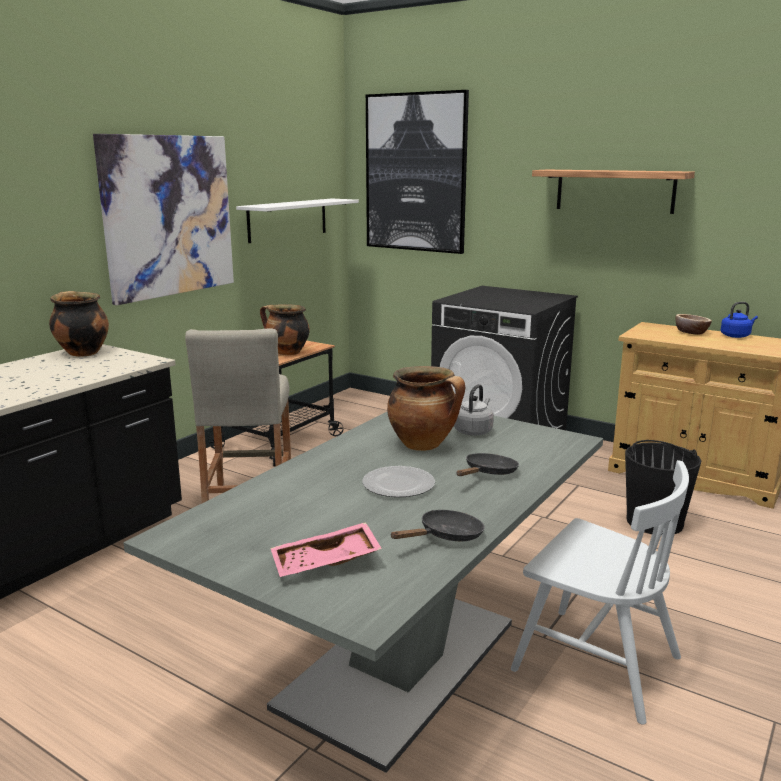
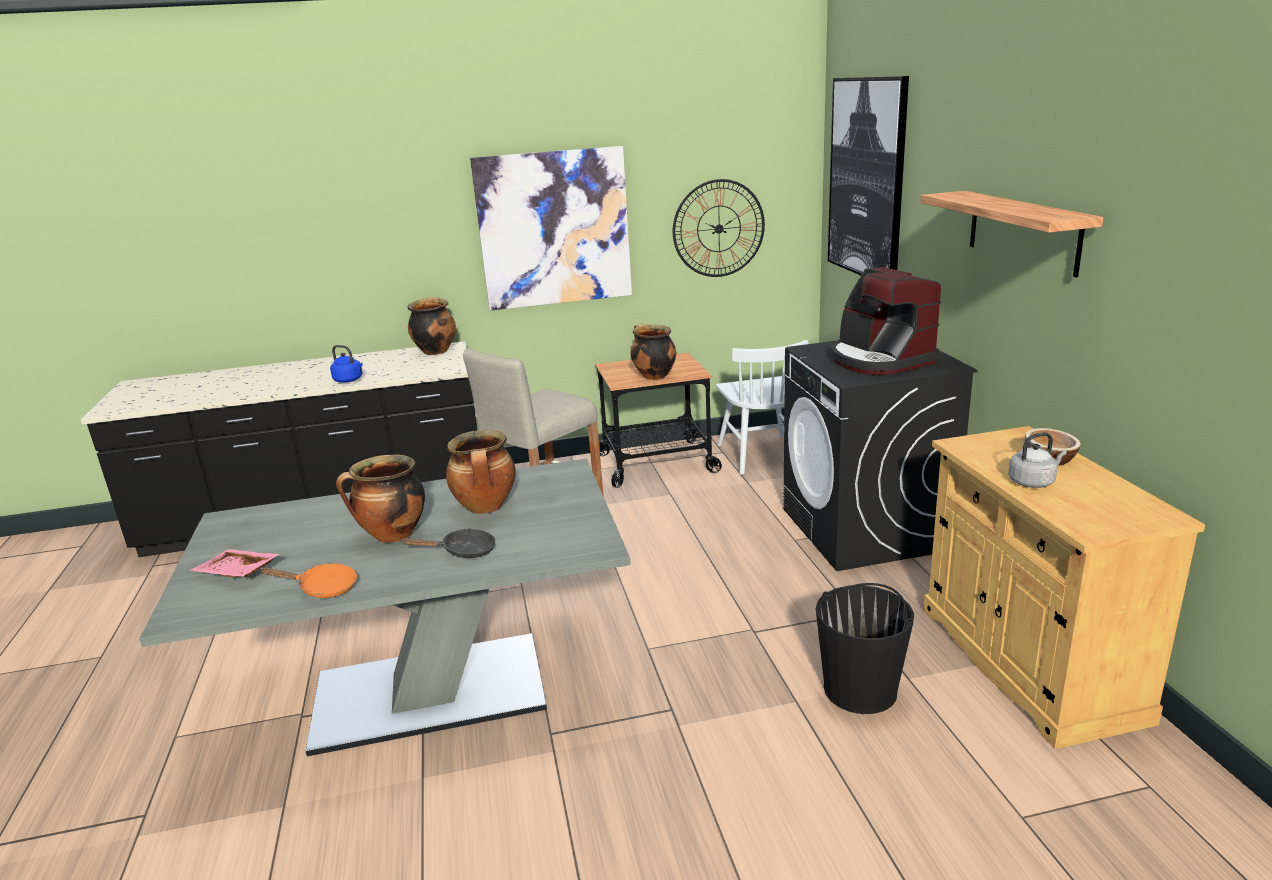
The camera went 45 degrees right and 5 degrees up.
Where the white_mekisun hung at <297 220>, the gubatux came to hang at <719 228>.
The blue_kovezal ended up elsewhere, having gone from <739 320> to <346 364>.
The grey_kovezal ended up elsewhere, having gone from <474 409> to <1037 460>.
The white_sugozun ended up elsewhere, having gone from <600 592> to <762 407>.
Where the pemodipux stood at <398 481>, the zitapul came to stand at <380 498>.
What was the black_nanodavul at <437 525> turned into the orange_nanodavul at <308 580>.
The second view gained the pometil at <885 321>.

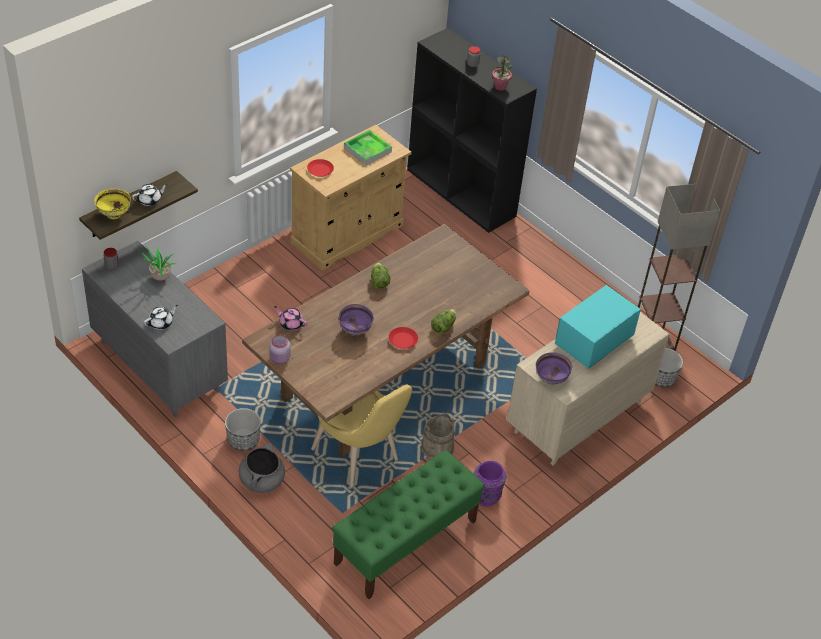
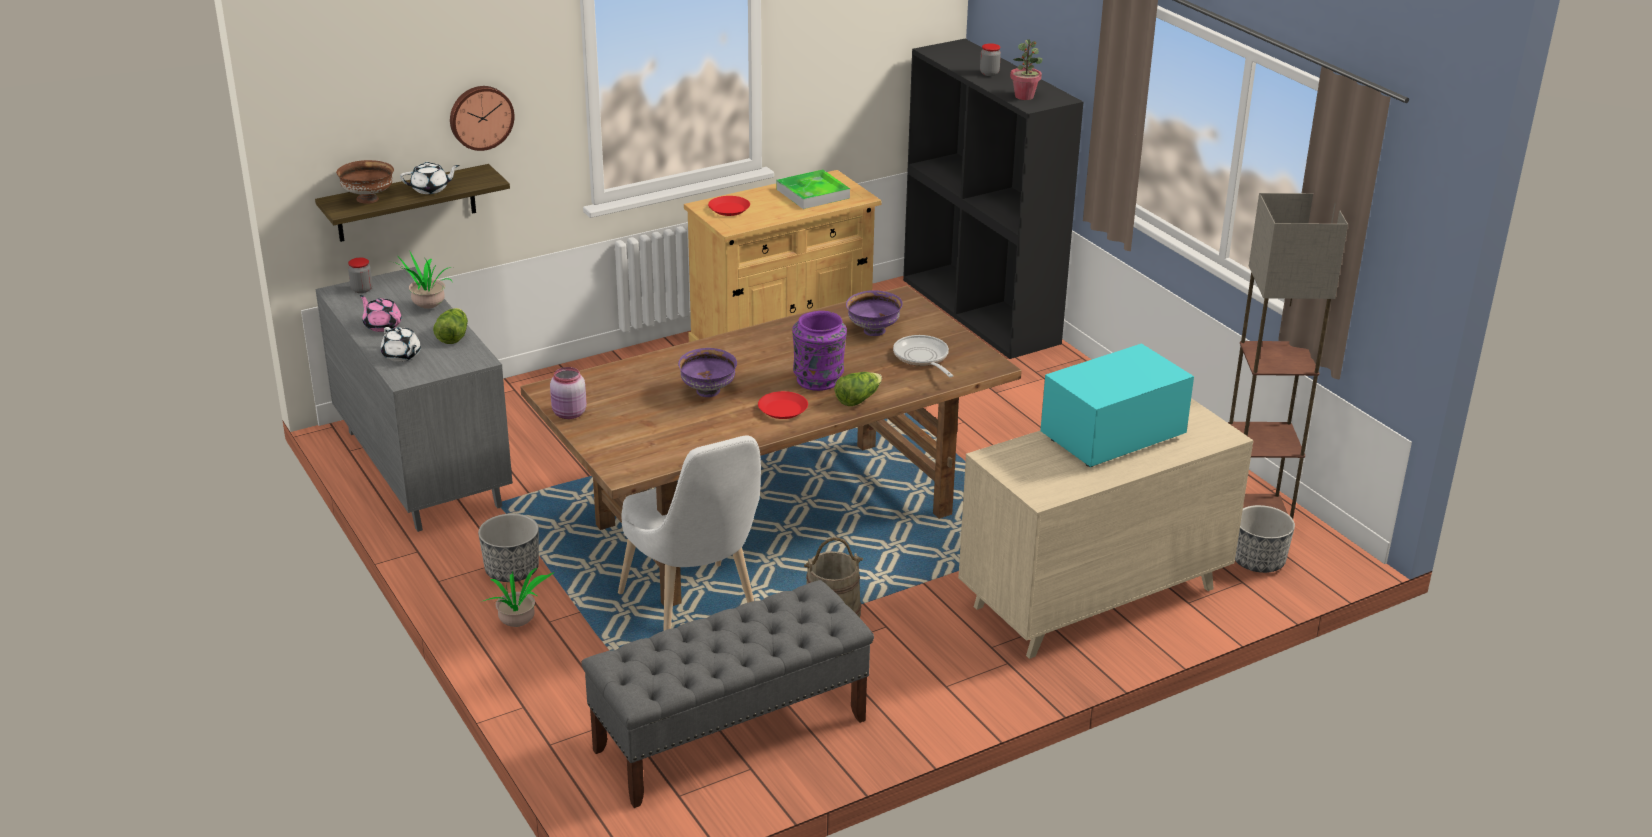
The camera went 15 degrees right and 15 degrees down.
What was the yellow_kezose at <112 203> turned into the brown_kezose at <365 182>.
The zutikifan ended up elsewhere, having gone from <380 276> to <450 326>.
The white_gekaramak at <161 317> ended up facing another way, 75 degrees clockwise from before.
The pink_gekaramak ended up elsewhere, having gone from <290 318> to <381 313>.
The purple_kezose ended up elsewhere, having gone from <554 368> to <874 313>.
What was the yellow_sugozun at <361 435> turned into the white_sugozun at <689 533>.
Where the grey_zitapul stood at <262 468>, the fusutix came to stand at <517 597>.
What was the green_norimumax at <408 524> turned into the grey_norimumax at <727 694>.
The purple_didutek ended up elsewhere, having gone from <490 483> to <819 351>.
The second view gained the gubatux at <482 118>.
The second view gained the nanodavul at <923 356>.

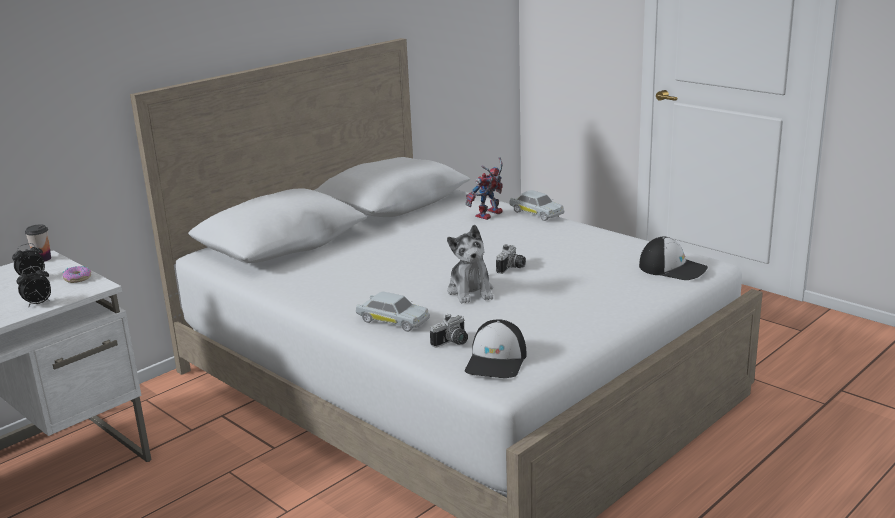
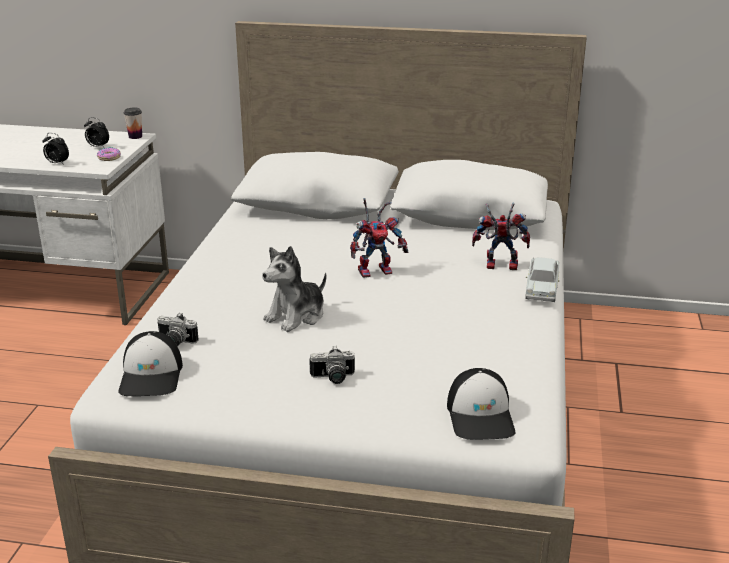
The camera went 55 degrees right and 5 degrees up.
The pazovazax ended up elsewhere, having gone from <511 259> to <332 365>.
The second view lost the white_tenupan at <393 311>.
The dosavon at <496 348> ended up facing another way, 75 degrees counterclockwise from before.
The second view gained the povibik at <379 238>.

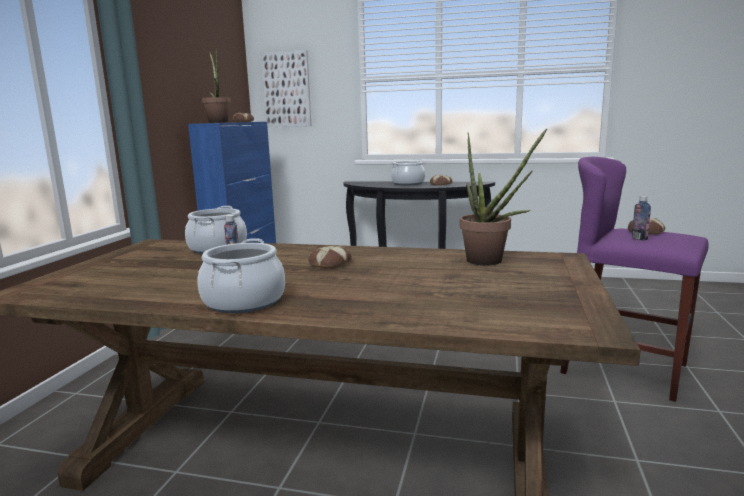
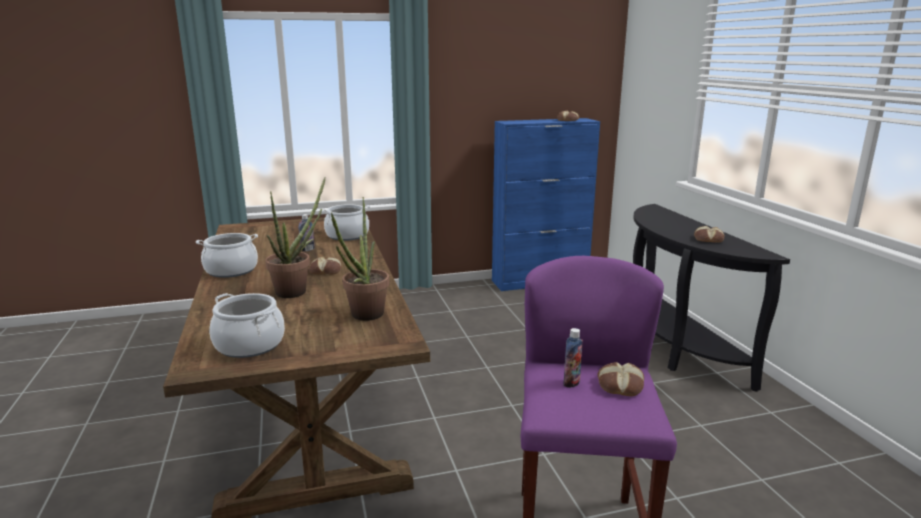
The camera went 60 degrees right and 5 degrees up.
The fusutix ended up elsewhere, having gone from <216 85> to <295 237>.
The second view lost the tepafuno at <286 88>.
The zitapul ended up elsewhere, having gone from <408 172> to <247 325>.

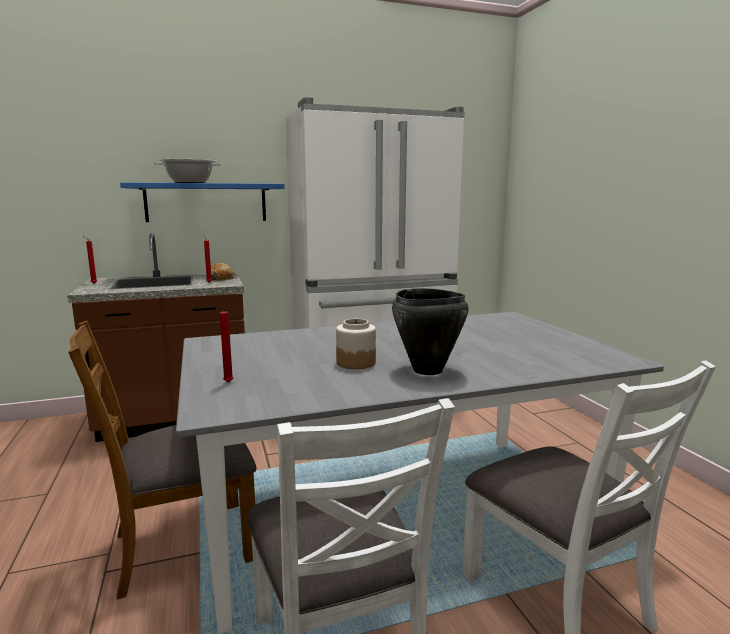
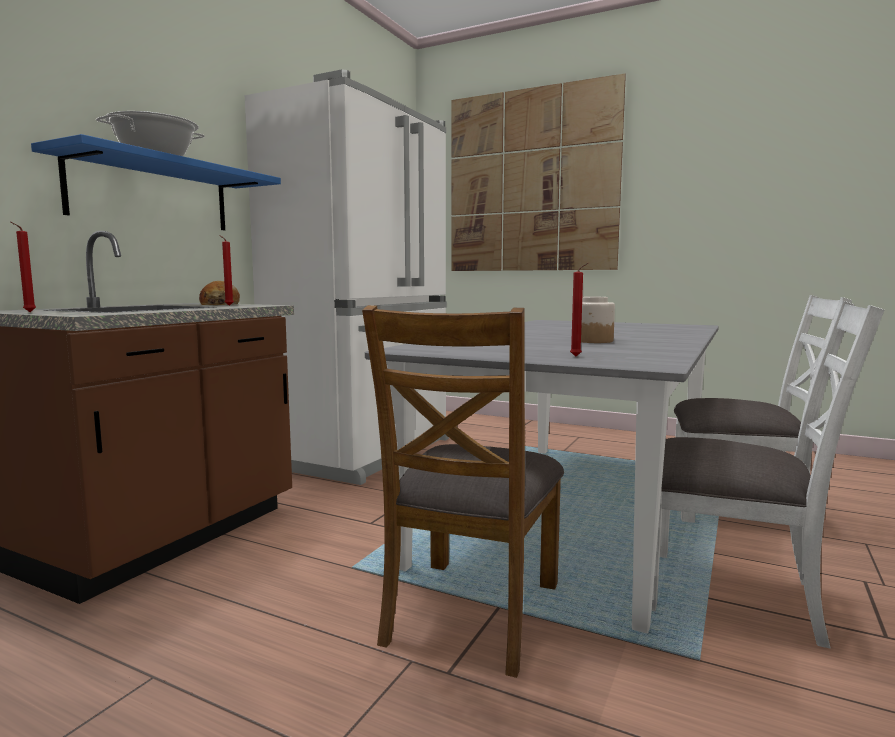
The camera went 45 degrees left and 5 degrees down.
The second view lost the black_zitapul at <430 331>.
The second view gained the tepafuno at <538 172>.

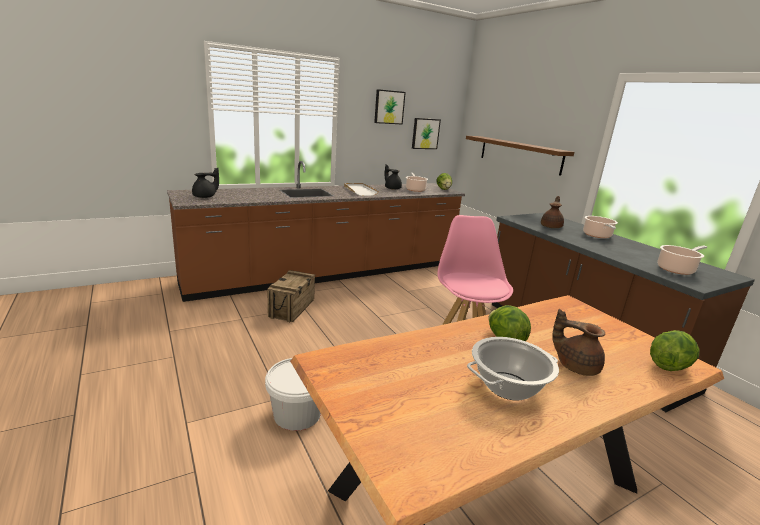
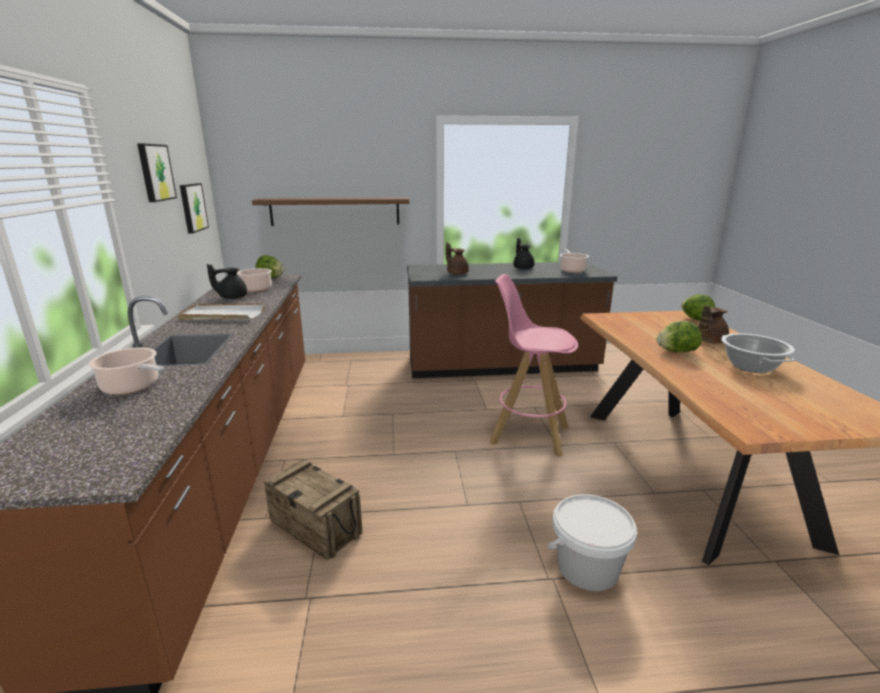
The camera went 65 degrees left and 0 degrees up.
The black_gekaramak ended up elsewhere, having gone from <205 182> to <523 253>.
The zitapul ended up elsewhere, having gone from <600 227> to <127 371>.

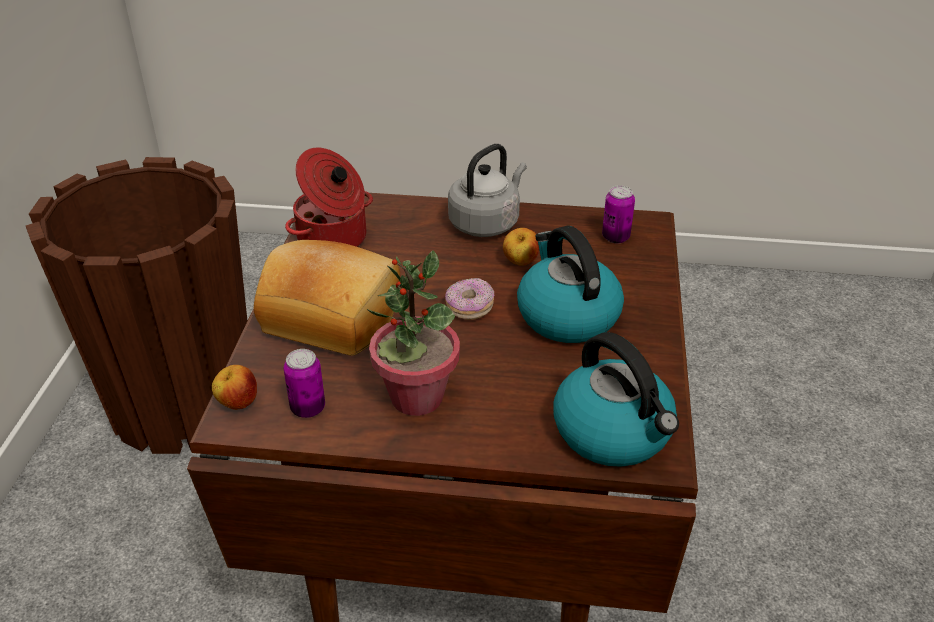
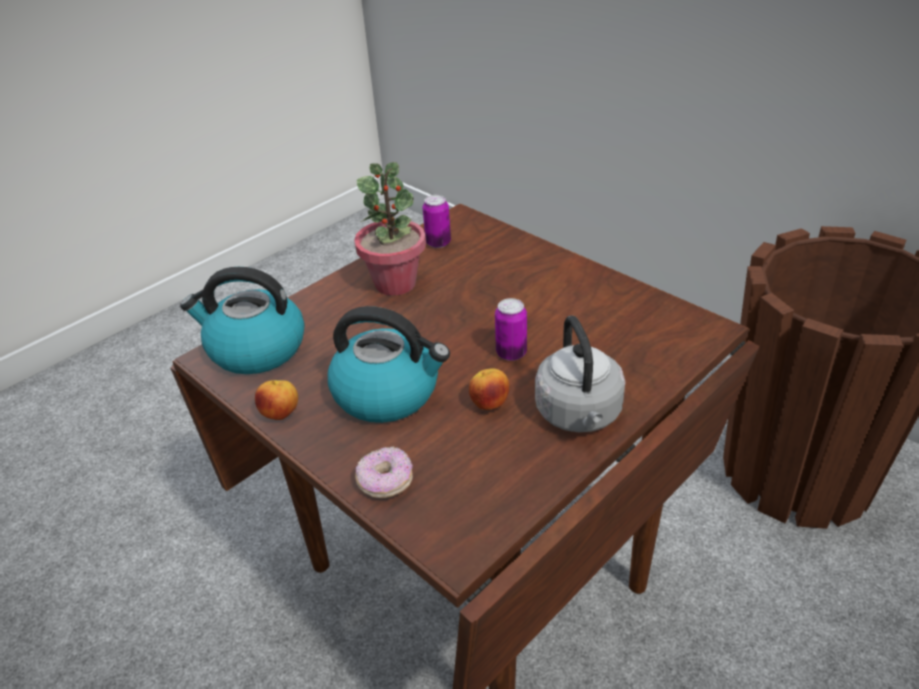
The camera went 130 degrees right and 0 degrees up.
The second view lost the zitapul at <329 197>.
The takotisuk ended up elsewhere, having gone from <618 214> to <511 329>.
The second view lost the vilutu at <327 298>.
The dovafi ended up elsewhere, having gone from <469 299> to <384 472>.
The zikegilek ended up elsewhere, having gone from <234 387> to <276 400>.

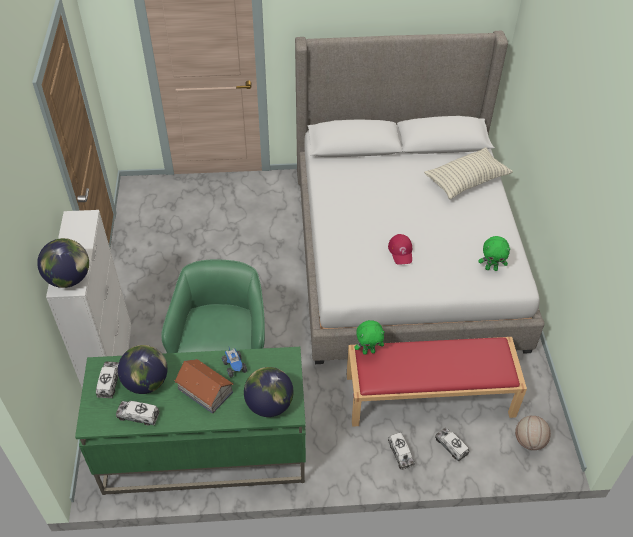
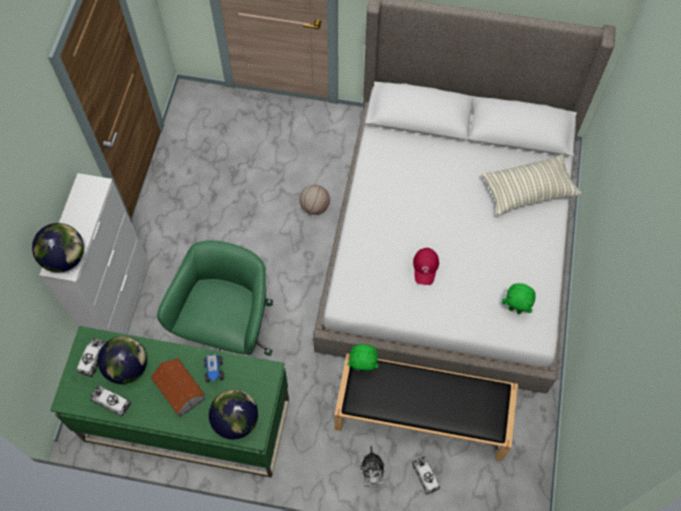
The camera went 15 degrees right and 15 degrees up.
What was the red_norimumax at <437 382> turned into the black_norimumax at <426 407>.
The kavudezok ended up elsewhere, having gone from <533 433> to <315 200>.
Where the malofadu stood at <401 451>, the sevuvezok came to stand at <372 466>.

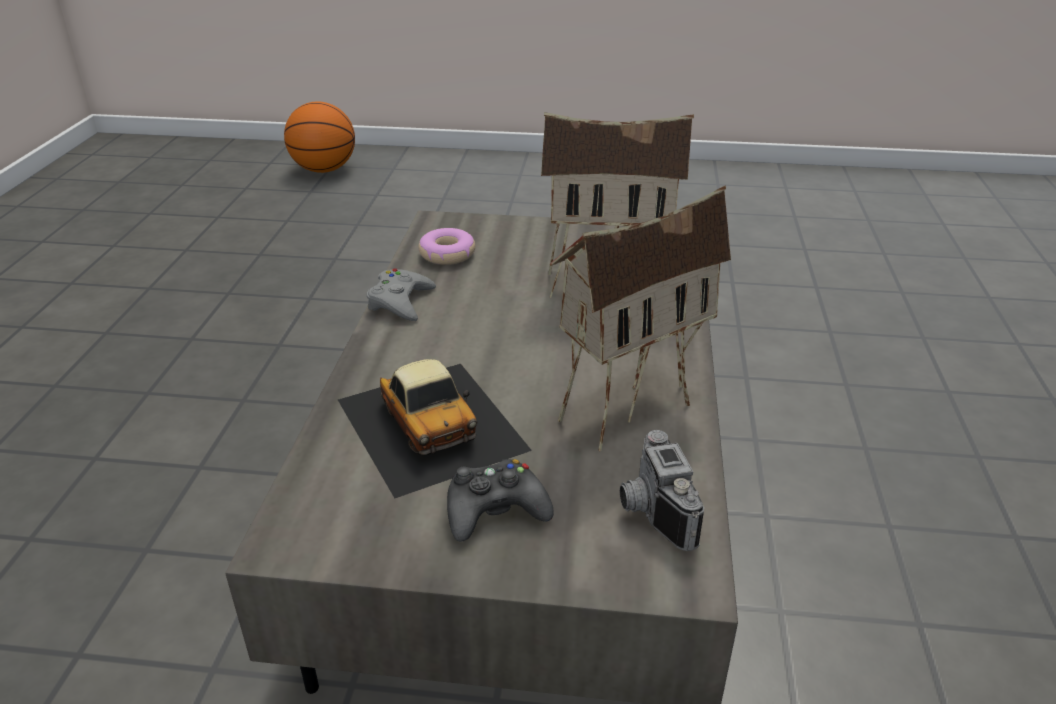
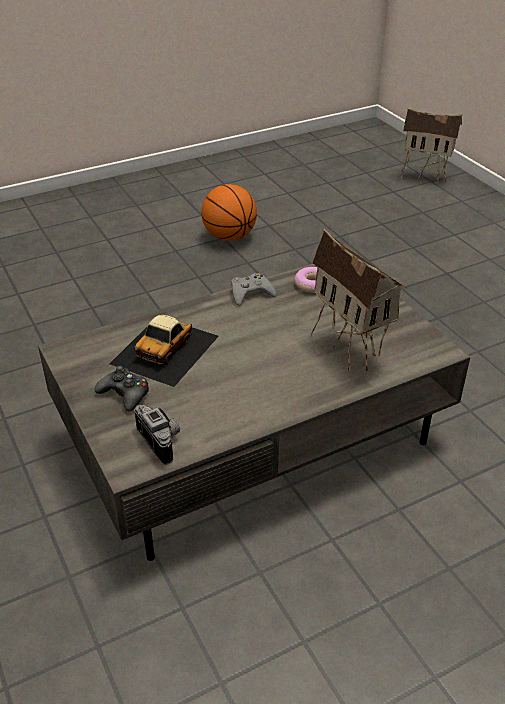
The camera went 55 degrees right and 5 degrees up.
The kavudezok ended up elsewhere, having gone from <319 137> to <229 212>.
The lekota ended up elsewhere, having gone from <640 318> to <432 146>.
The pazovazax at <662 490> ended up facing another way, 105 degrees clockwise from before.

